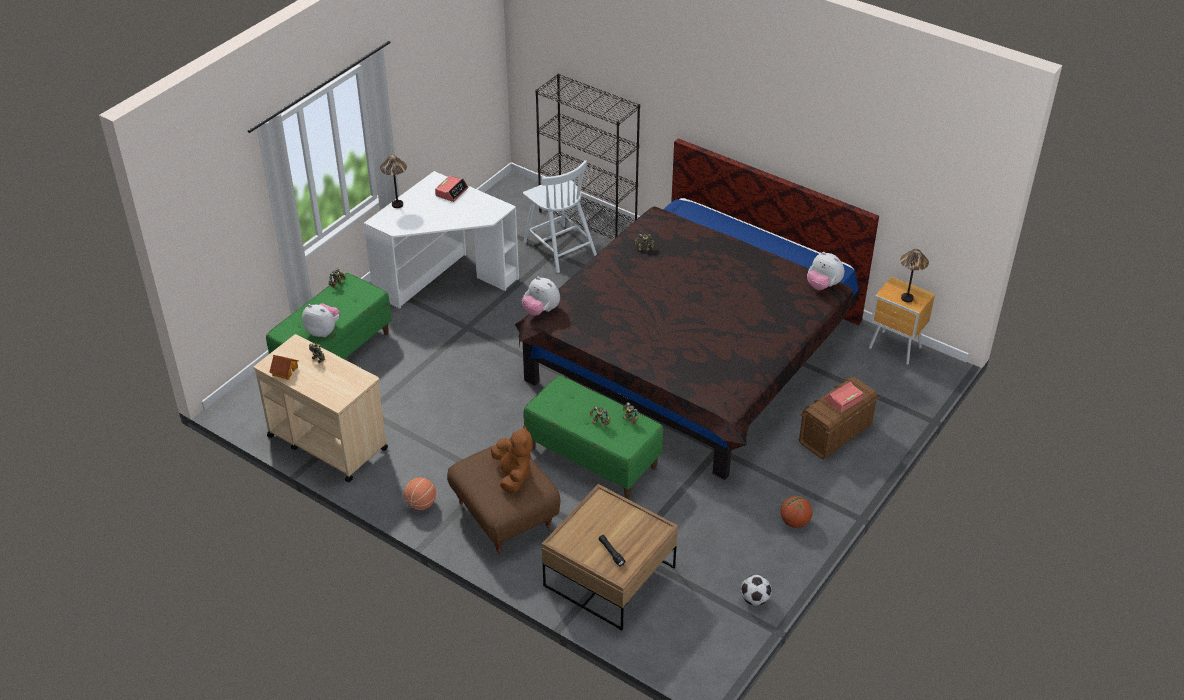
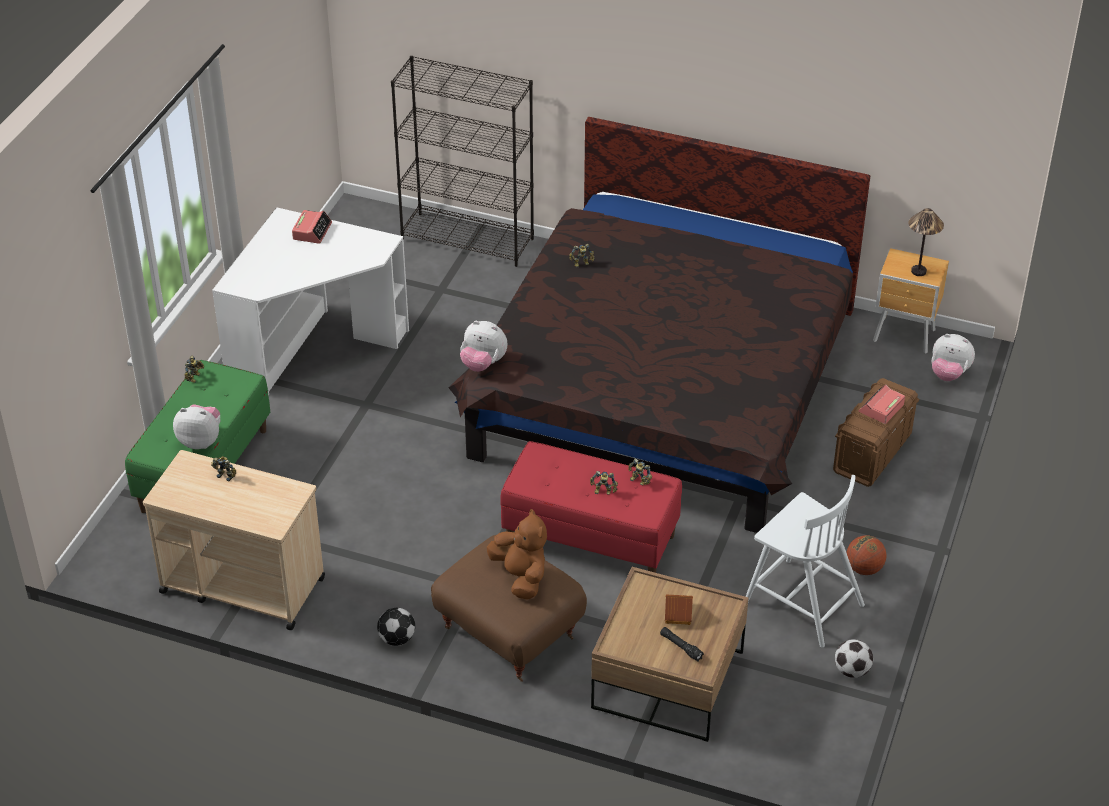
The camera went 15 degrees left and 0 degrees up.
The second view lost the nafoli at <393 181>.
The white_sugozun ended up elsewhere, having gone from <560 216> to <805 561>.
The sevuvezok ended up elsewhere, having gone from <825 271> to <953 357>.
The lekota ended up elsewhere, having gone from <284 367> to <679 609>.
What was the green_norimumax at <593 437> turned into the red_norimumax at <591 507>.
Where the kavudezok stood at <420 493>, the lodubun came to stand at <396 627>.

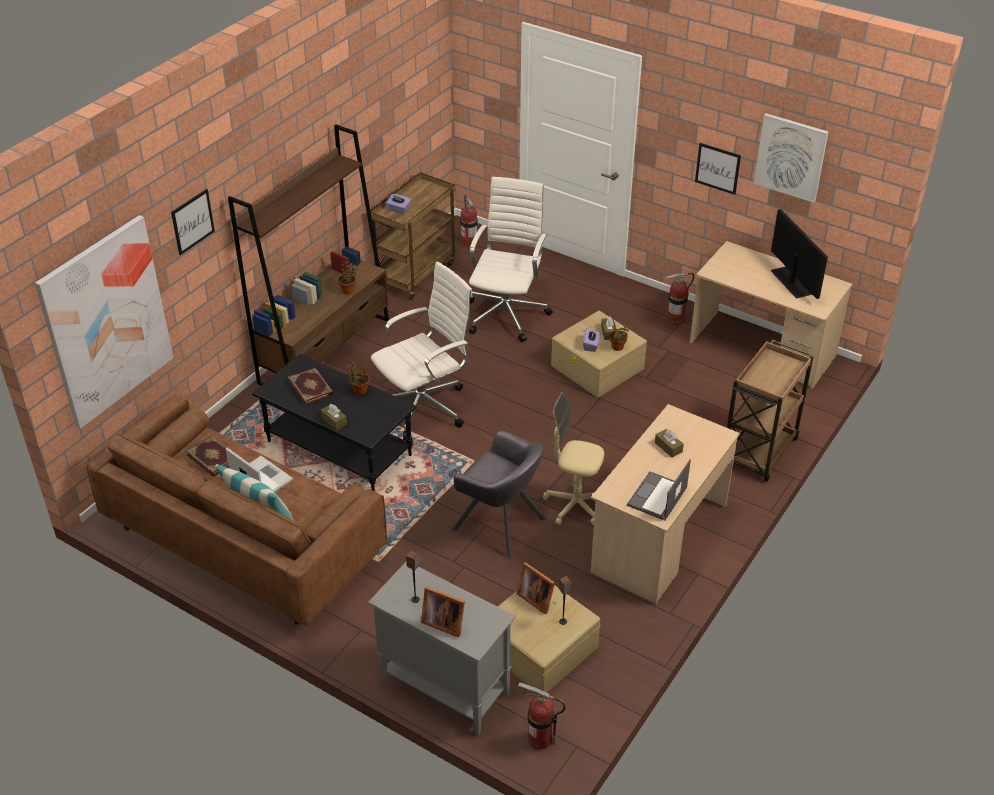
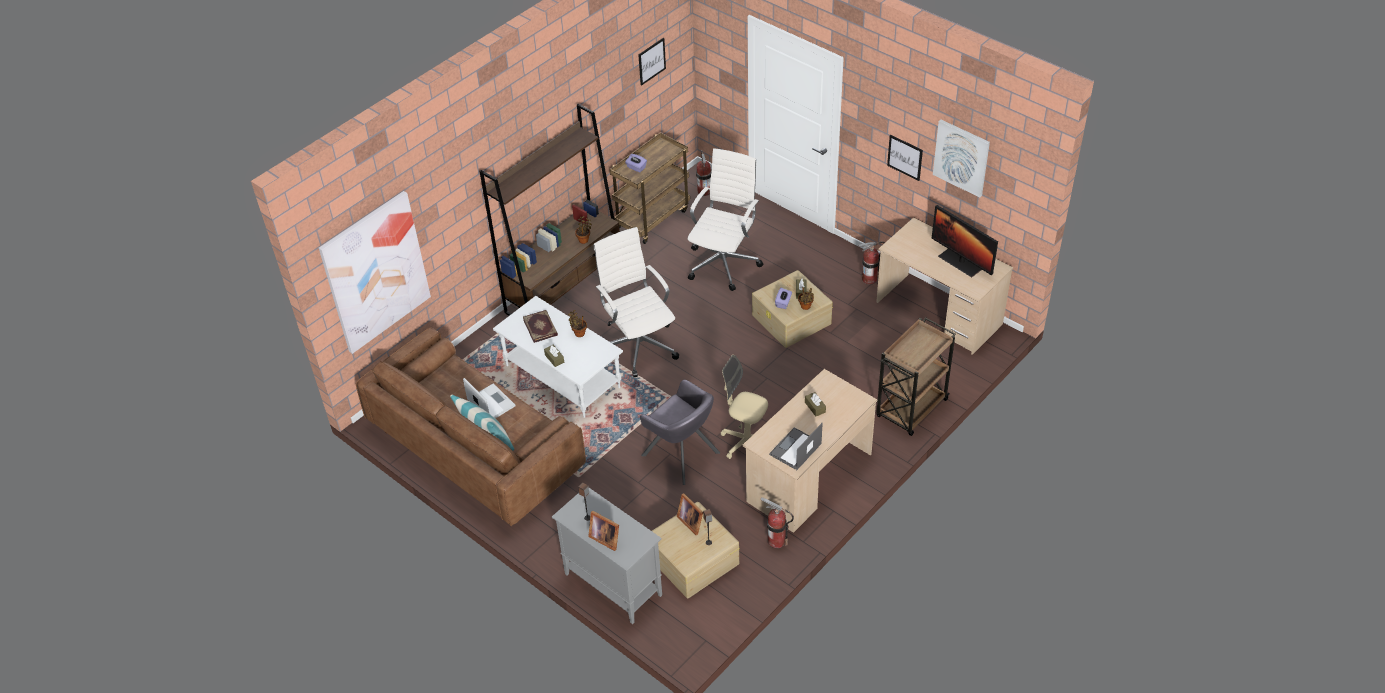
The camera went 10 degrees right and 5 degrees up.
The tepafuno ended up elsewhere, having gone from <193 222> to <652 62>.
The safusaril at <799 254> ended up facing another way, 150 degrees clockwise from before.
The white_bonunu at <422 351> ended up facing another way, 90 degrees counterclockwise from before.
What was the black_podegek at <334 422> turned into the white_podegek at <558 357>.
The second view lost the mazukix at <207 456>.
The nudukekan ended up elsewhere, having gone from <541 716> to <777 522>.

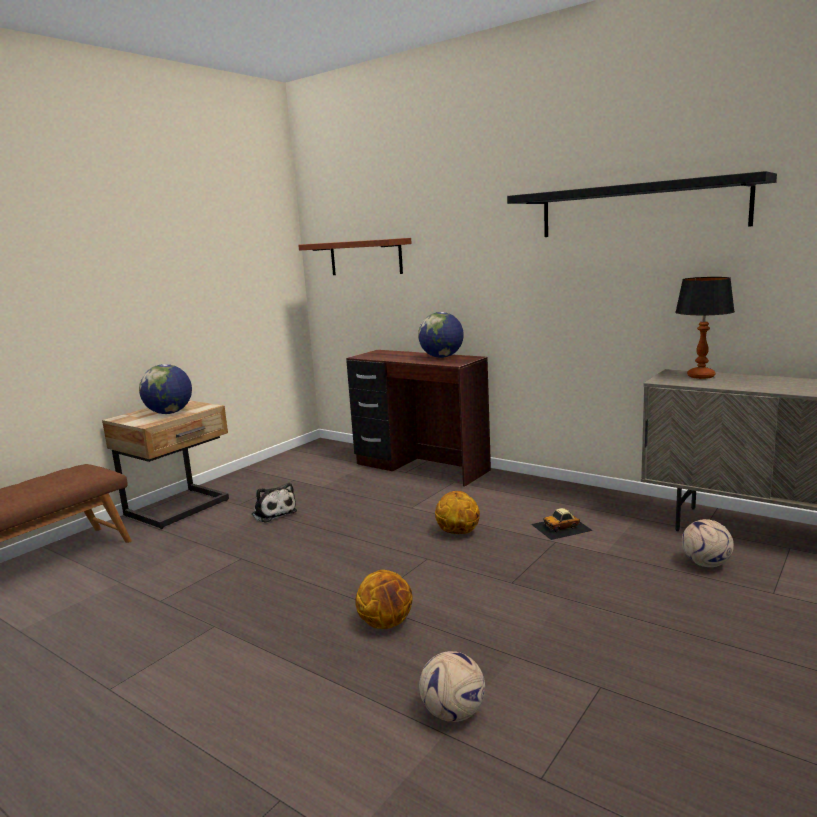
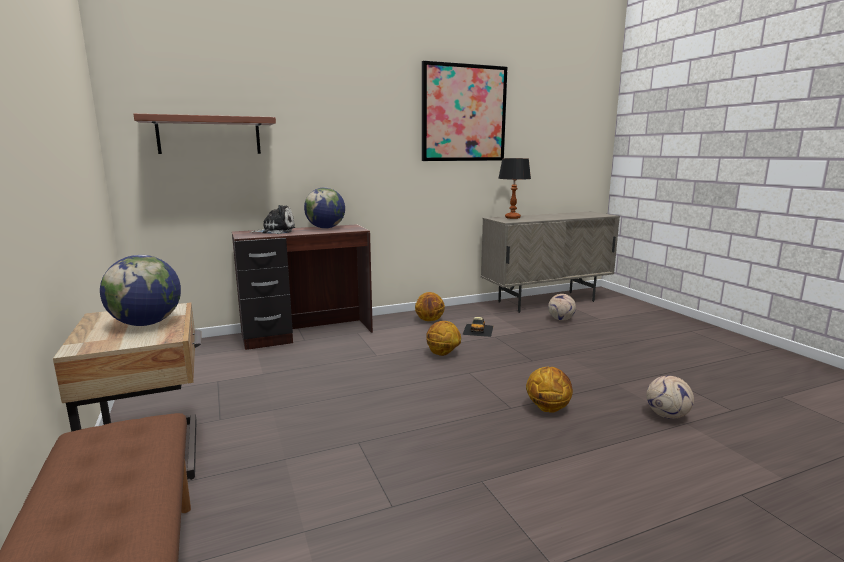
The camera went 60 degrees left and 0 degrees up.
Where the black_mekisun hung at <642 204>, the tepafuno came to hang at <465 111>.
The sevuvezok ended up elsewhere, having gone from <274 502> to <272 219>.
The second view gained the kavudezok at <430 306>.

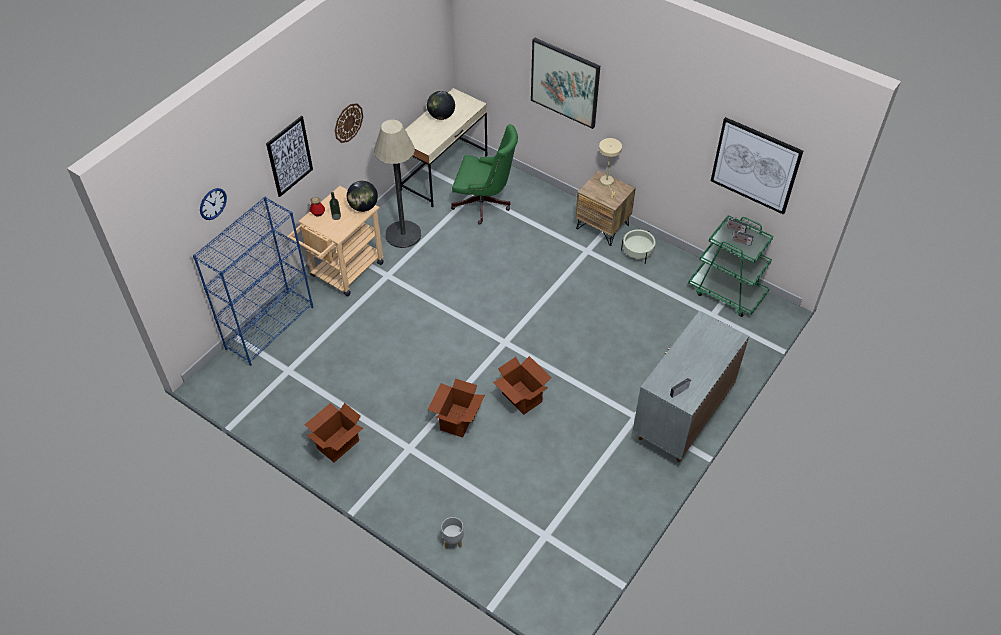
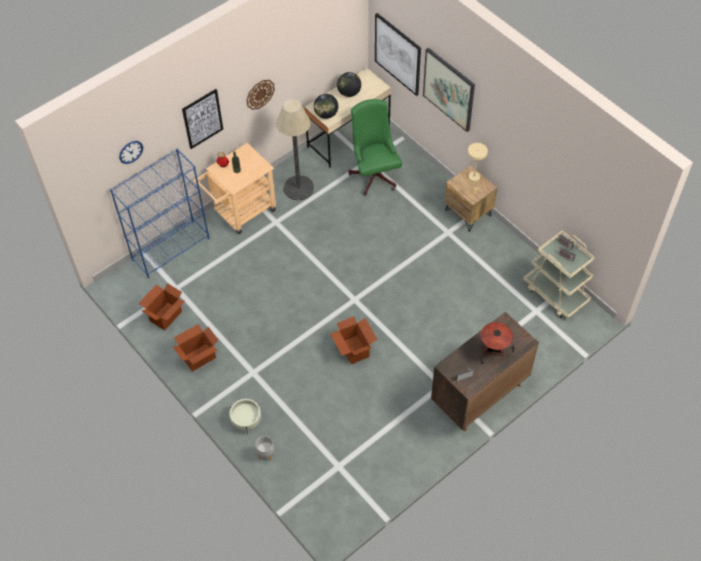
The camera went 15 degrees right and 5 degrees up.
The tepafuno ended up elsewhere, having gone from <757 166> to <398 54>.
The green_bonunu at <484 174> ended up facing another way, 135 degrees counterclockwise from before.
The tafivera ended up elsewhere, having gone from <362 196> to <326 106>.
What was the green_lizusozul at <730 266> turned into the beige_lizusozul at <558 274>.
The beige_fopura ended up elsewhere, having gone from <638 246> to <245 416>.
What was the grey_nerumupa at <690 386> turned into the brown_nerumupa at <485 371>.
The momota ended up elsewhere, having gone from <456 408> to <161 306>.
The second view gained the nafoli at <493 343>.

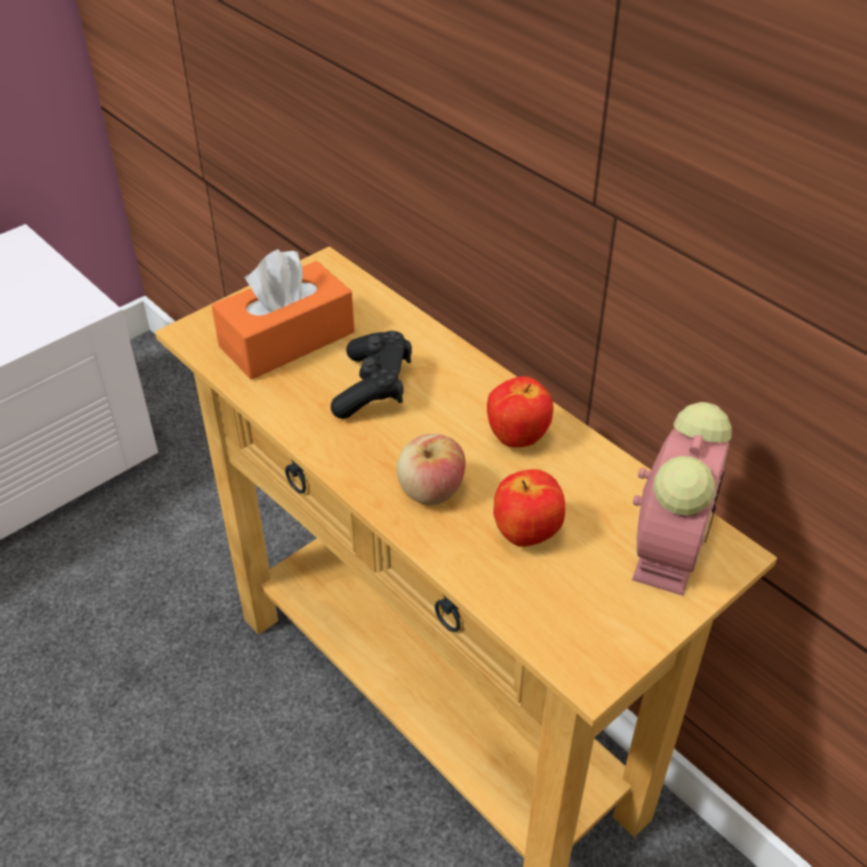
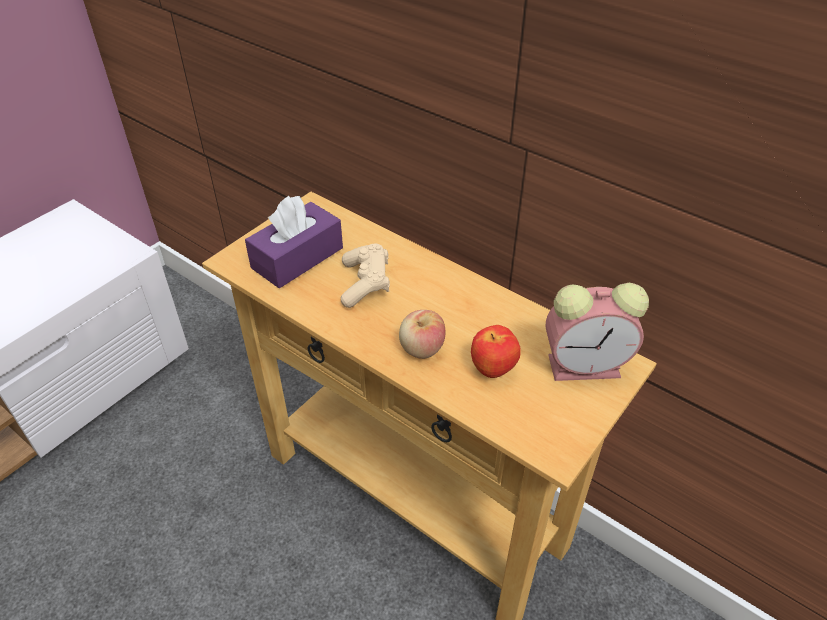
The camera went 10 degrees left and 0 degrees up.
What was the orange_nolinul at <283 314> turned into the purple_nolinul at <294 242>.
What was the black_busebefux at <371 375> turned into the beige_busebefux at <365 275>.
The second view lost the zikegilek at <520 411>.
The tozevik at <682 499> ended up facing another way, 75 degrees clockwise from before.

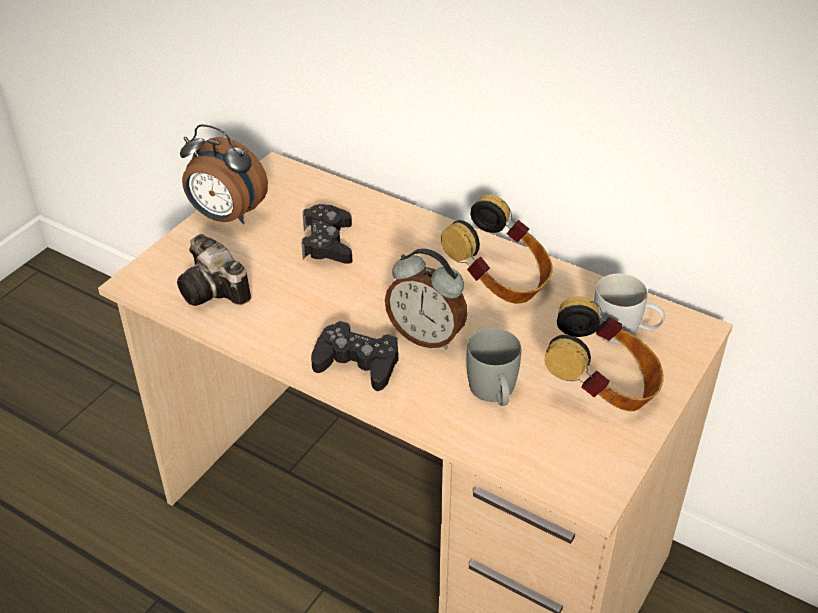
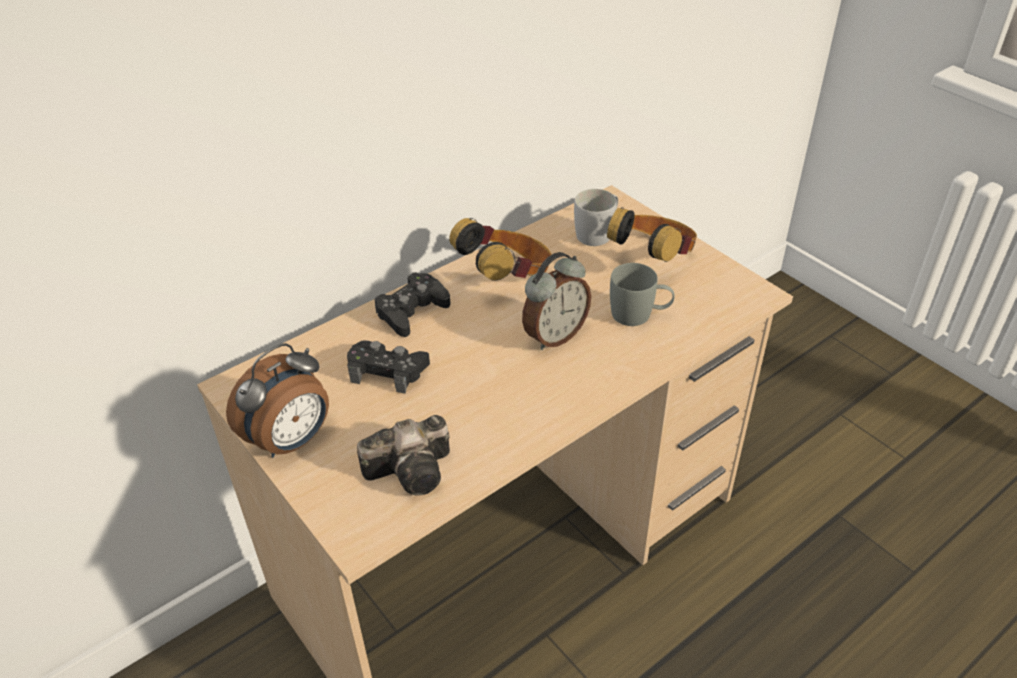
The camera went 70 degrees left and 0 degrees up.
The black_busebefux ended up elsewhere, having gone from <355 356> to <412 304>.

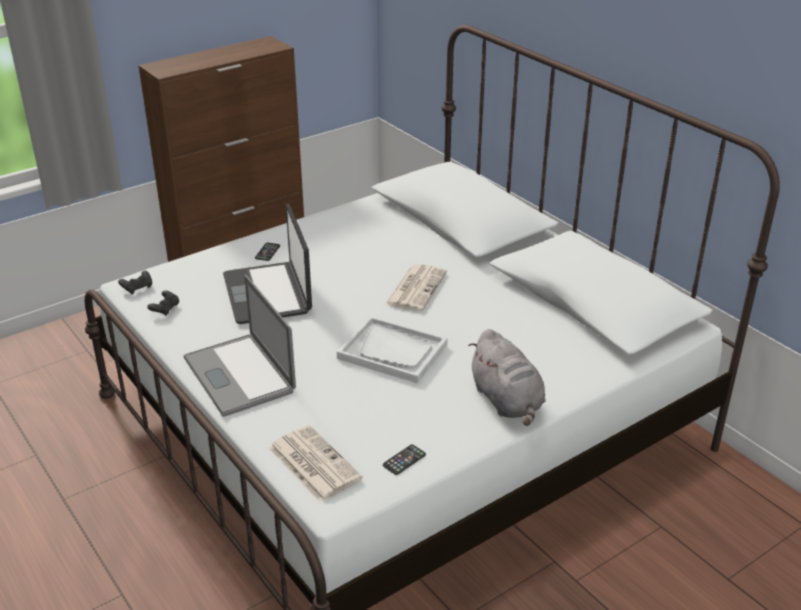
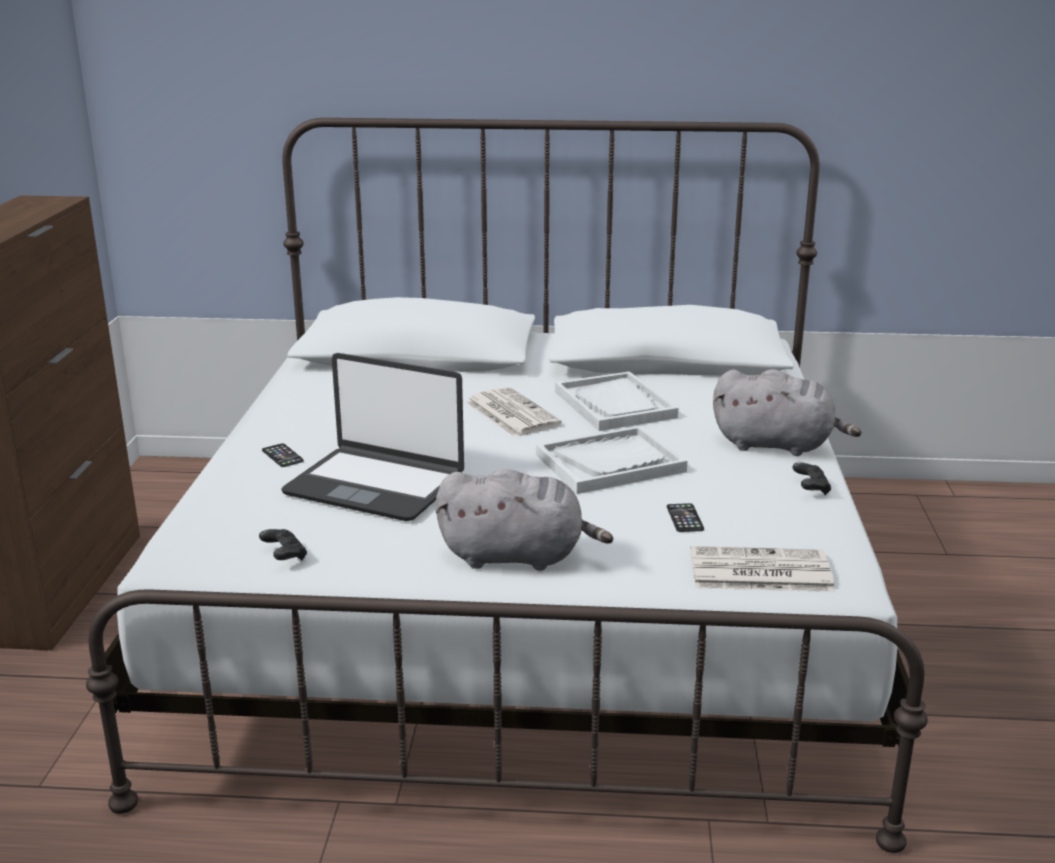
The camera went 50 degrees left and 10 degrees down.
The black_busebefux ended up elsewhere, having gone from <135 282> to <812 478>.
Where the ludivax stood at <240 346>, the grey_sevuvezok came to stand at <524 520>.
The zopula ended up elsewhere, having gone from <404 460> to <685 517>.
The second view gained the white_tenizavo at <616 401>.

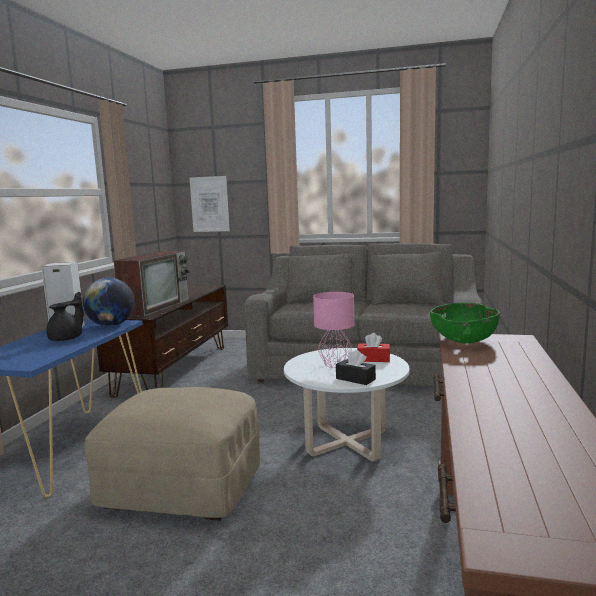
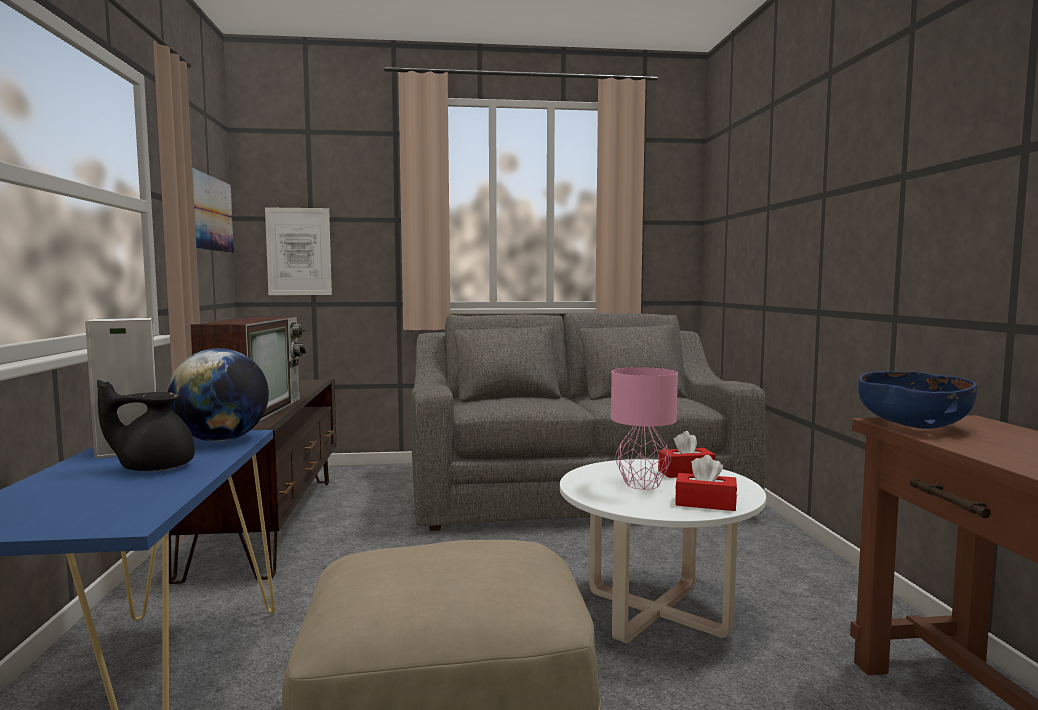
The camera went 20 degrees left and 5 degrees down.
The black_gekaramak at <65 316> ended up facing another way, 105 degrees counterclockwise from before.
What was the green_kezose at <465 323> turned into the blue_kezose at <917 400>.
What was the black_nolinul at <356 367> turned into the red_nolinul at <706 483>.
The second view gained the tepafuno at <213 210>.

